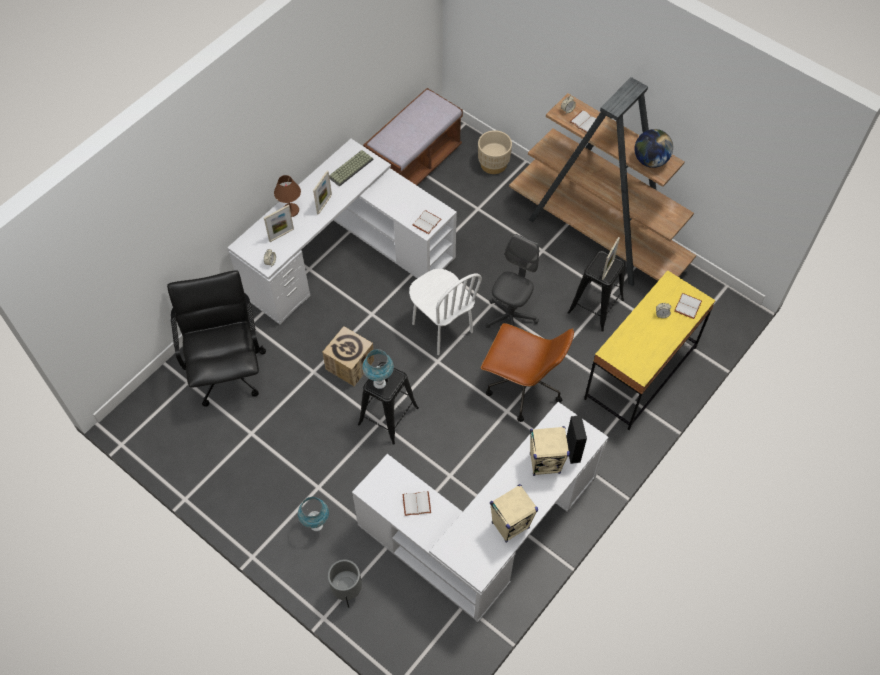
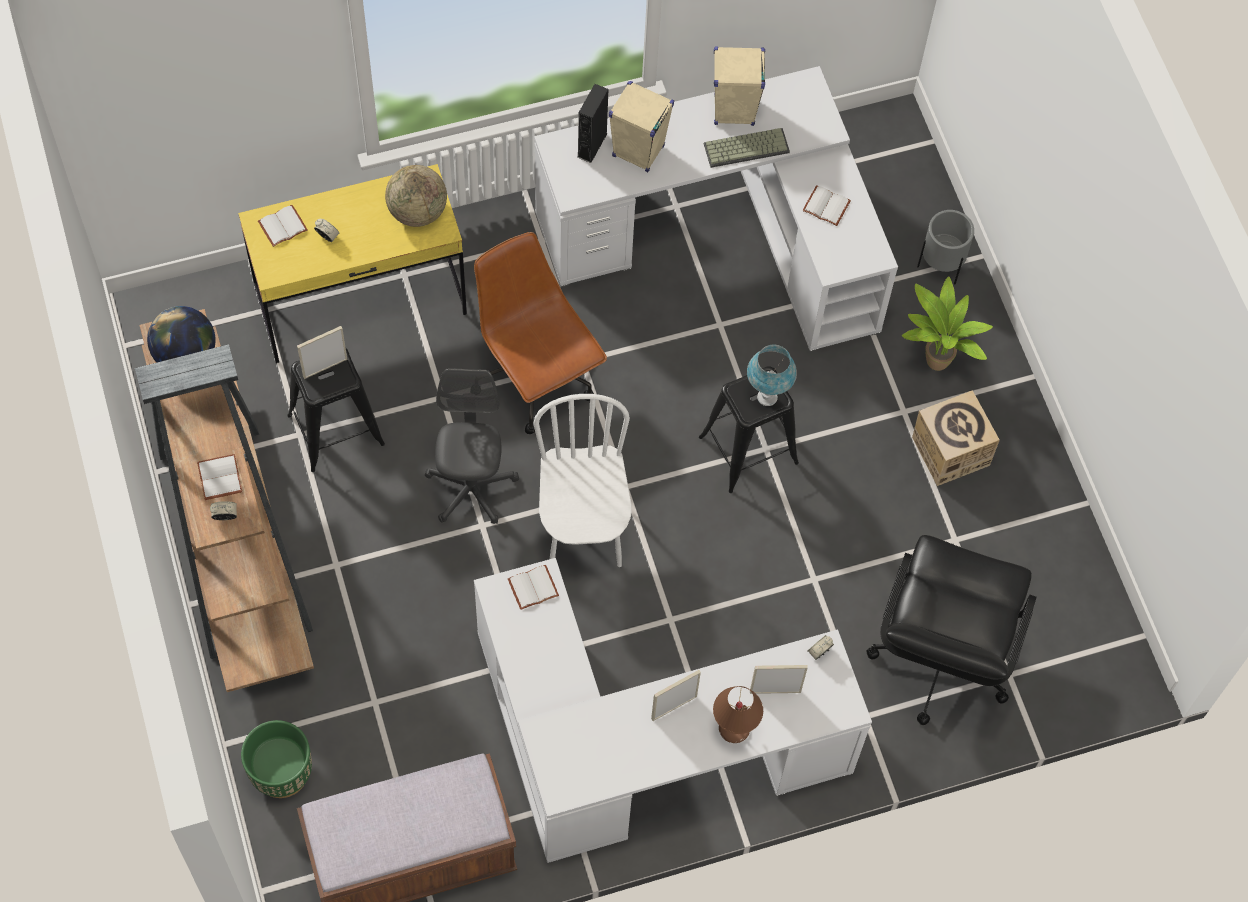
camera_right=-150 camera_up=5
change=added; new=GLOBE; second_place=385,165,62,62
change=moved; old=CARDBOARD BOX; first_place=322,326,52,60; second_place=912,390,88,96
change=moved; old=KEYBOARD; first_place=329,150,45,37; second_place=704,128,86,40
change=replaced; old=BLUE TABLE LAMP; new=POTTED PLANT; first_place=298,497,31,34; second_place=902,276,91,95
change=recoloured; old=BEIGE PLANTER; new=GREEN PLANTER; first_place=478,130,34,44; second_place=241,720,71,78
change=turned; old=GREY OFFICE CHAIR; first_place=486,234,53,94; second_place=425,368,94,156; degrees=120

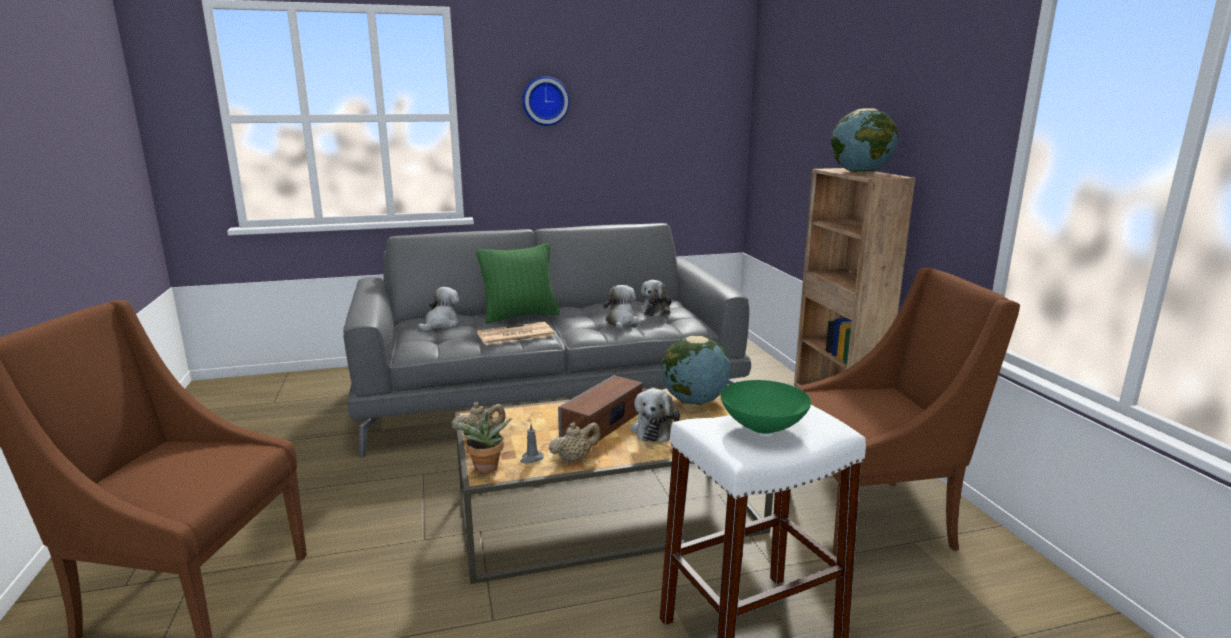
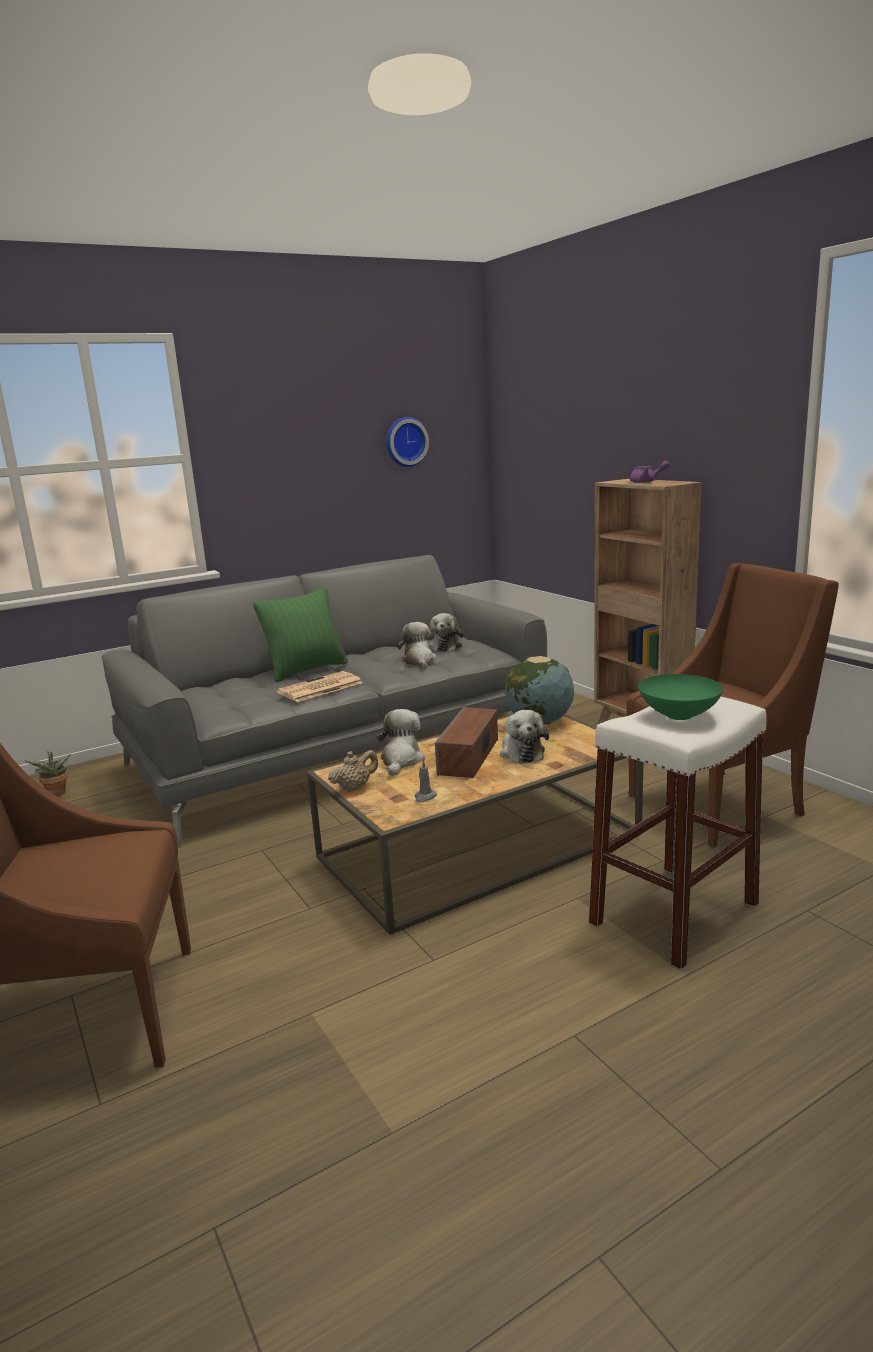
camera_right=-15 camera_up=0
change=removed; old=BEIGE TEAPOT; first_place=549,422,52,41
change=moved; old=PLUSH TOY; first_place=418,287,41,45; second_place=377,709,48,67
change=moved; old=POTTED PLANT; first_place=452,411,59,62; second_place=25,751,46,45
change=moved; old=WALL CLOCK; first_place=522,76,48,50; second_place=386,417,43,50
change=replaced; old=GLOBE; new=PURPLE TEAPOT; first_place=831,108,67,65; second_place=630,461,40,22

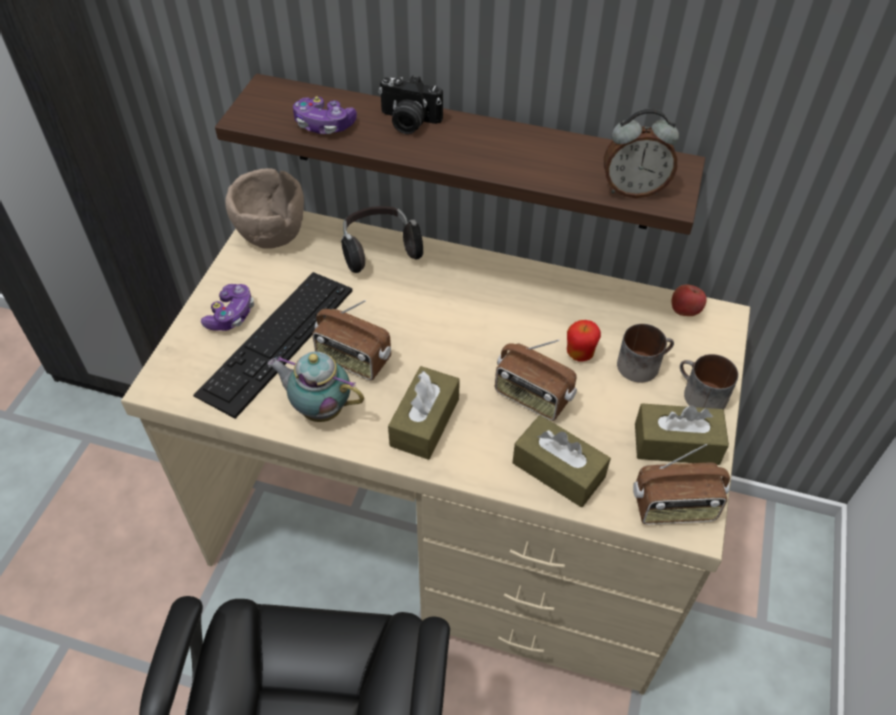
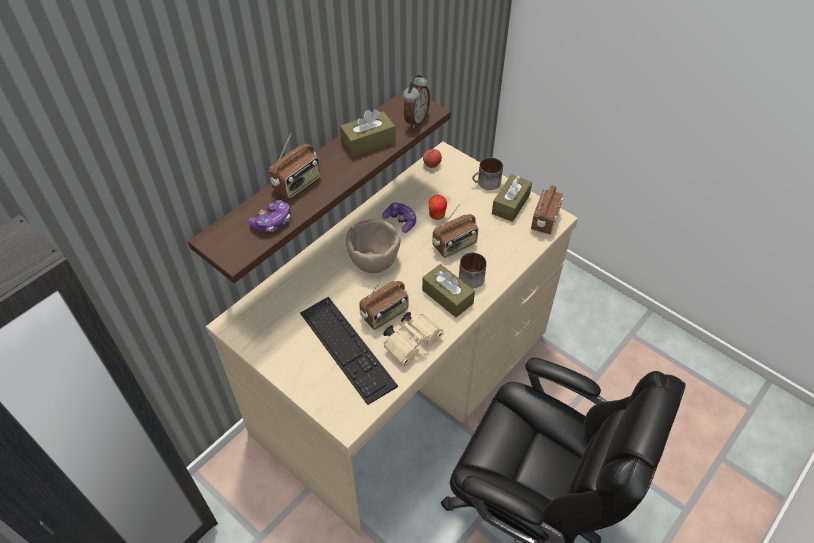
camera_right=-65 camera_up=0
change=removed; old=HEADPHONES; first_place=341,206,82,67
change=moved; old=GAME CONTROLLER; first_place=201,284,53,47; second_place=382,202,34,31
change=moved; old=BROWN BOWL; first_place=225,168,79,81; second_place=346,219,55,54
change=moved; old=BROWN TISSUE BOX; first_place=513,415,98,92; second_place=340,109,56,48
change=moved; old=MUG; first_place=617,324,57,59; second_place=459,252,28,37
change=replaced; old=TEAPOT; new=BEIGE BINOCULARS; first_place=267,351,97,71; second_place=383,312,61,53
change=replaced; old=PHOTO CAMERA; new=RADIO; first_place=378,75,65,59; second_place=269,133,52,65

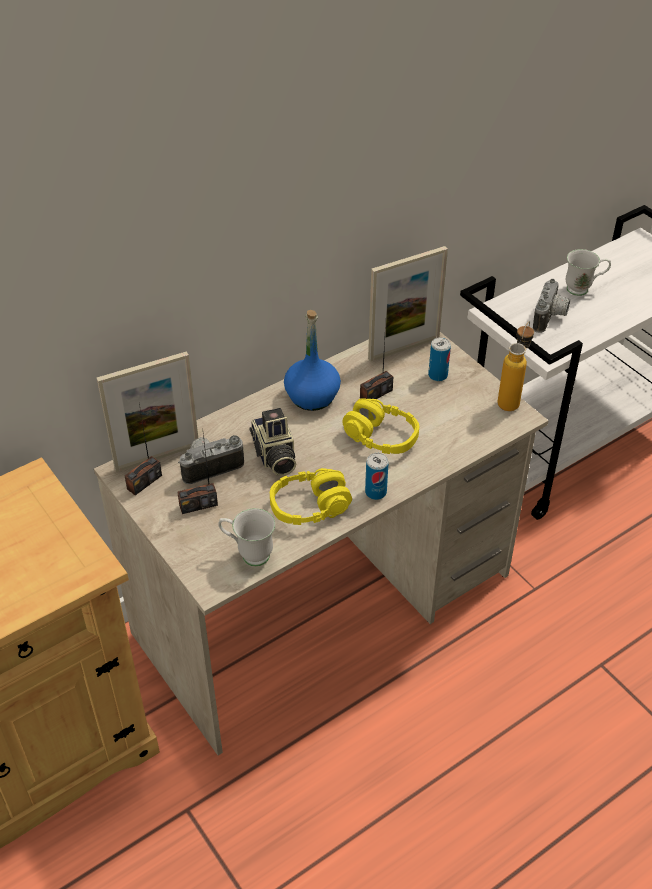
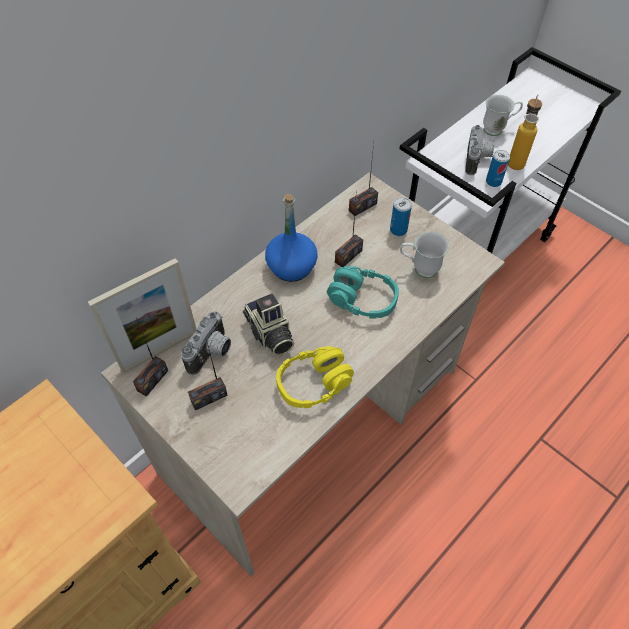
camera_right=-10 camera_up=10
change=moved; old=WHITE MUG; first_place=218,508,57,58; second_place=400,231,50,47
change=moved; old=CAN; first_place=365,453,24,47; second_place=486,150,24,37
change=moved; old=BOTTLE; first_place=498,321,36,90; second_place=508,94,34,76
change=replaced; old=PICTURE FRAME; new=RADIO; first_place=368,246,80,116; second_place=349,143,29,73
change=recoloured; old=YELLOW HEADPHONES; new=TURQUOISE HEADPHONES; first_place=342,398,77,56; second_place=327,266,72,53
change=turned; old=PHOTO CAMERA; first_place=178,435,66,49; second_place=181,312,50,63; degrees=150

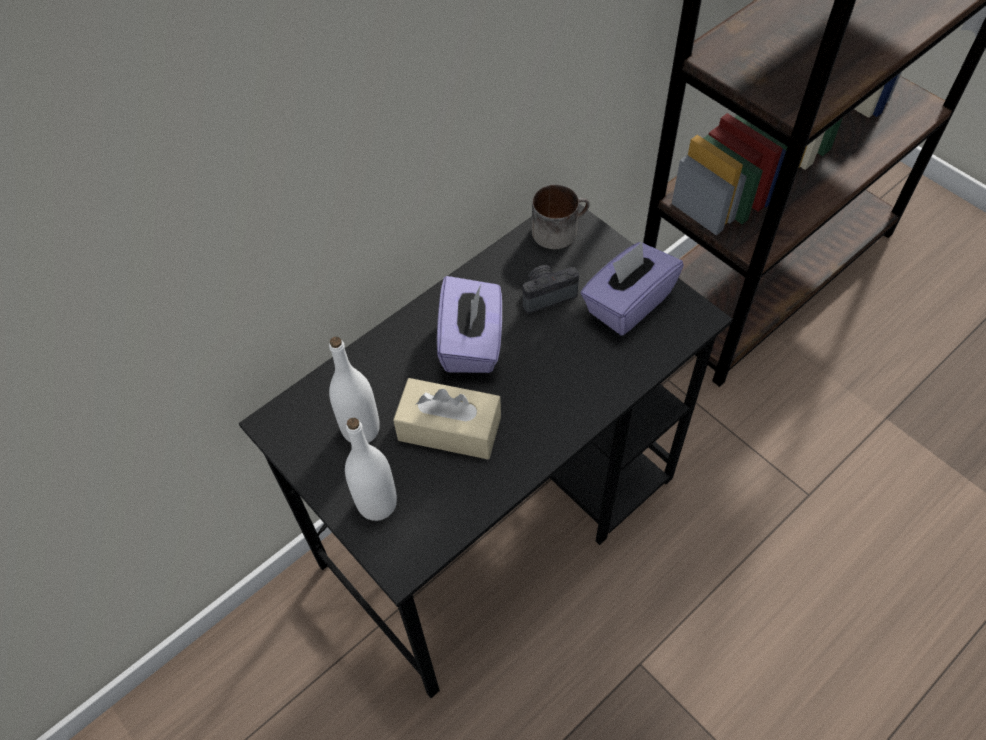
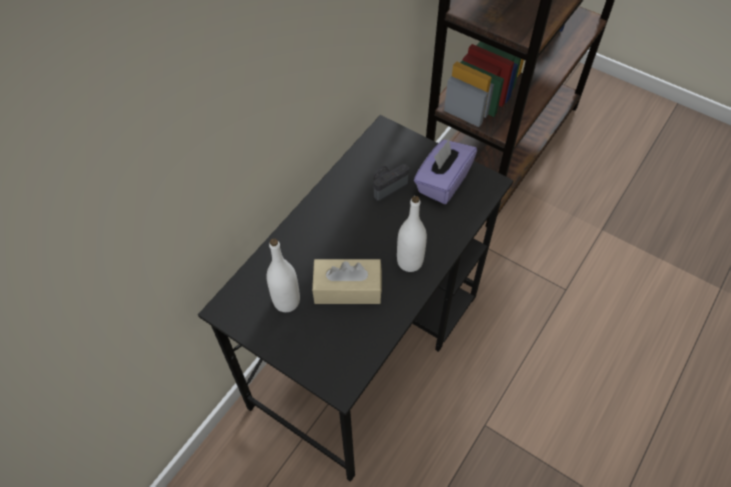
camera_right=-15 camera_up=0
change=removed; old=PURPLE TISSUE BOX; first_place=437,276,65,97
change=removed; old=MUG; first_place=532,185,58,64
change=moved; old=WHITE BOTTLE; first_place=345,417,52,104; second_place=397,196,30,76

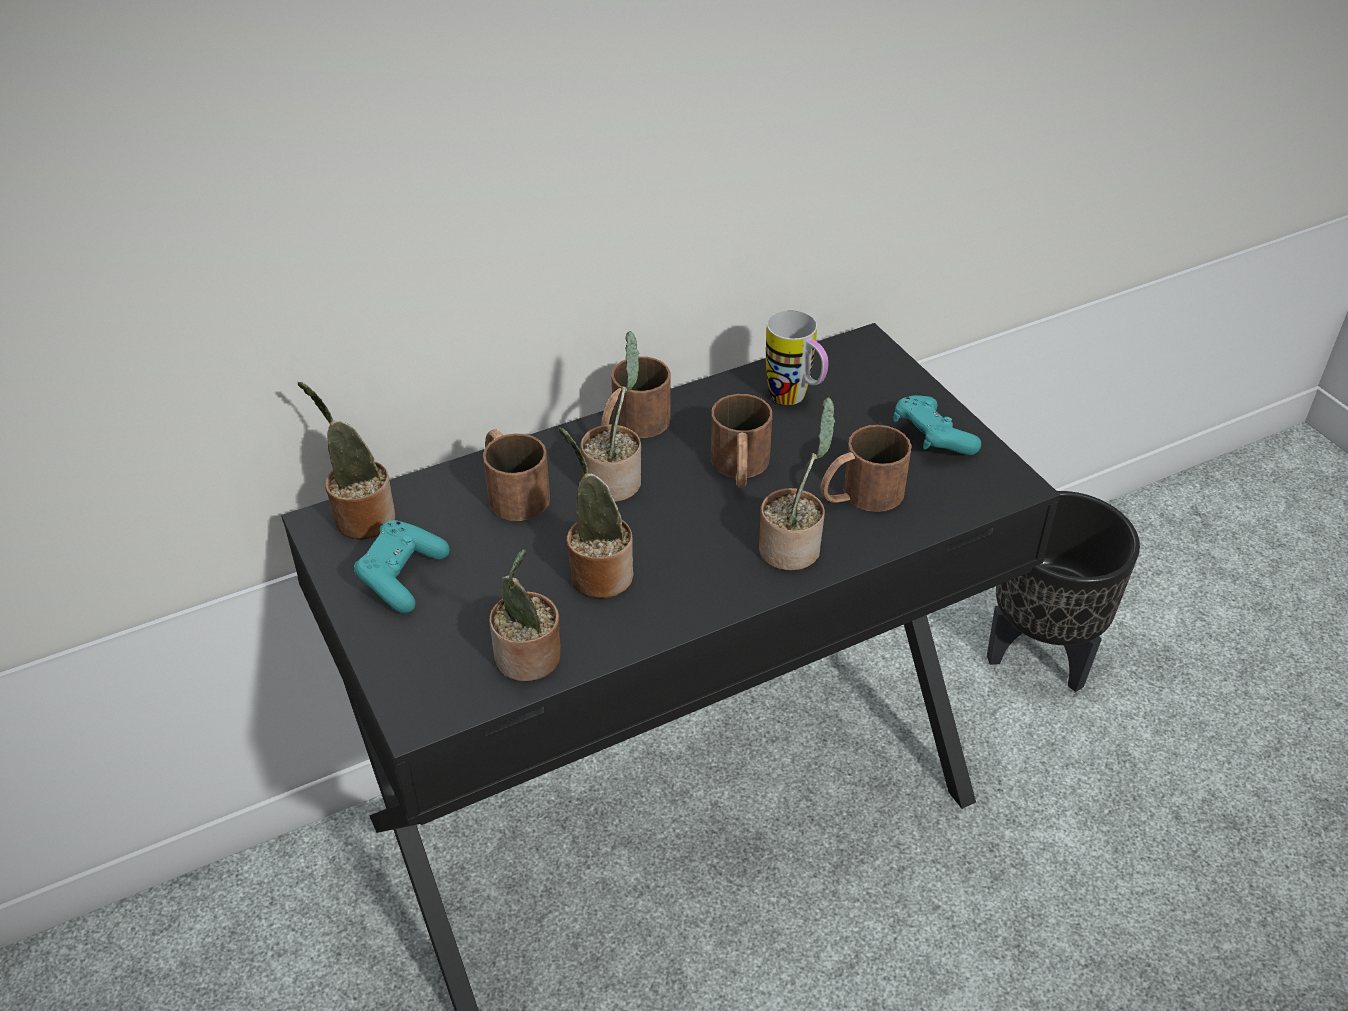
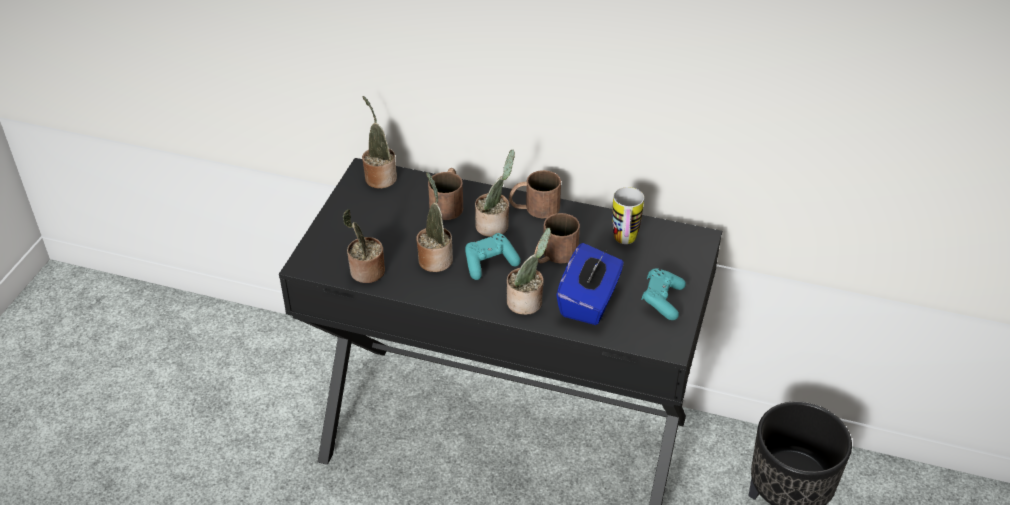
camera_right=45 camera_up=0
change=moved; old=TURQUOISE GAME CONTROLLER; first_place=354,520,96,93; second_place=465,233,55,47
change=replaced; old=BROWN MUG; new=BLUE TISSUE BOX; first_place=820,425,92,87; second_place=556,243,68,82

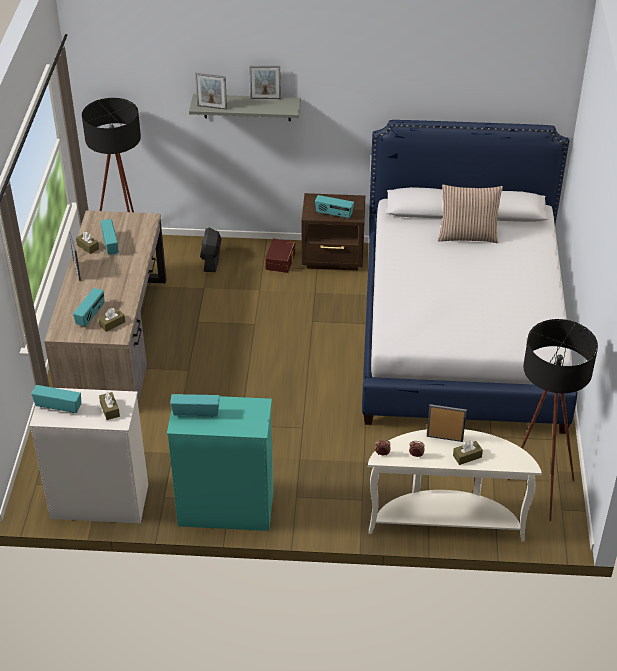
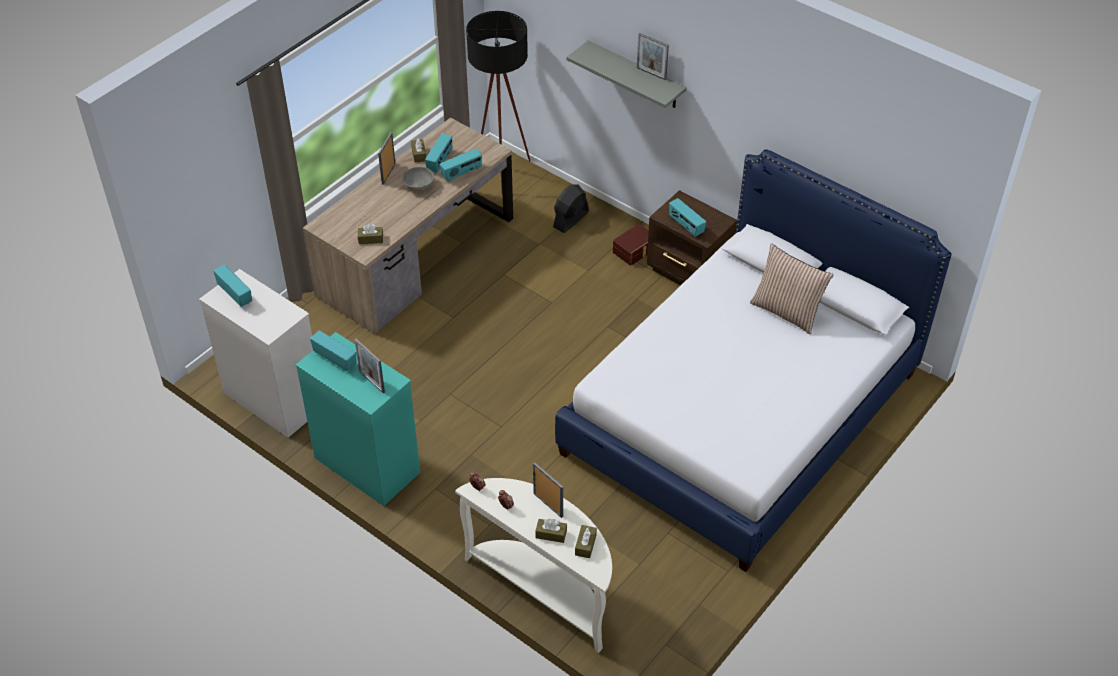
camera_right=35 camera_up=5
change=removed; old=BLACK FLOOR LAMP; first_place=508,319,90,202
change=added; new=GREY BOWL; second_place=403,166,31,25
change=moved; old=RADIO; first_place=73,288,32,39; second_place=439,149,43,32
change=moved; old=BROWN TISSUE BOX; first_place=99,392,21,28; second_place=575,525,22,33
change=moved; old=PICTURE FRAME; first_place=195,73,32,37; second_place=354,339,31,54

